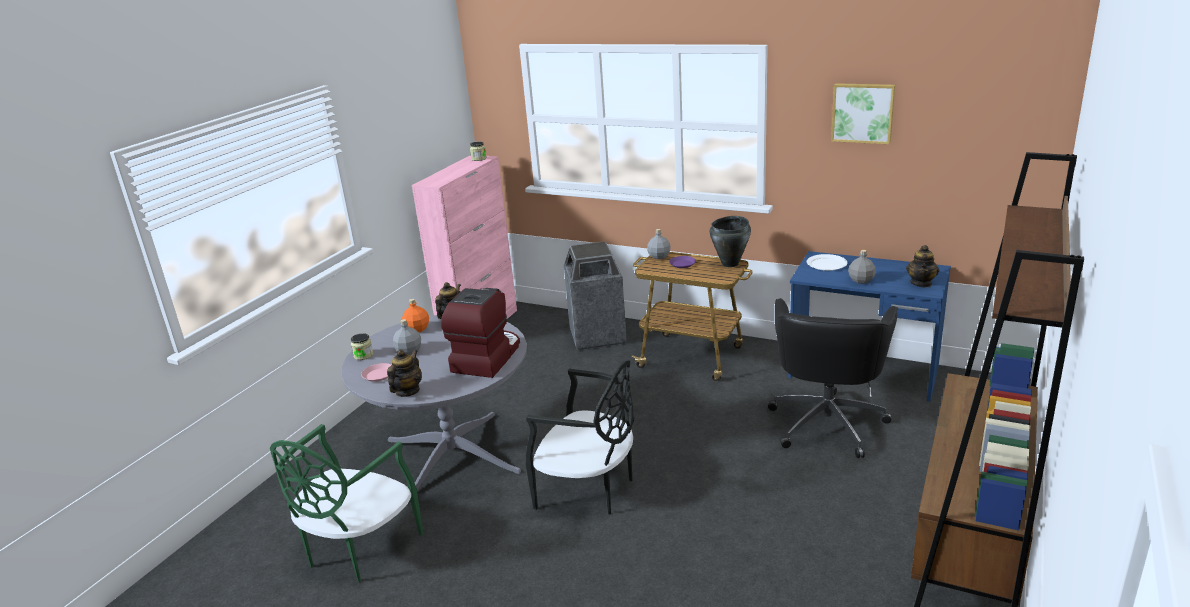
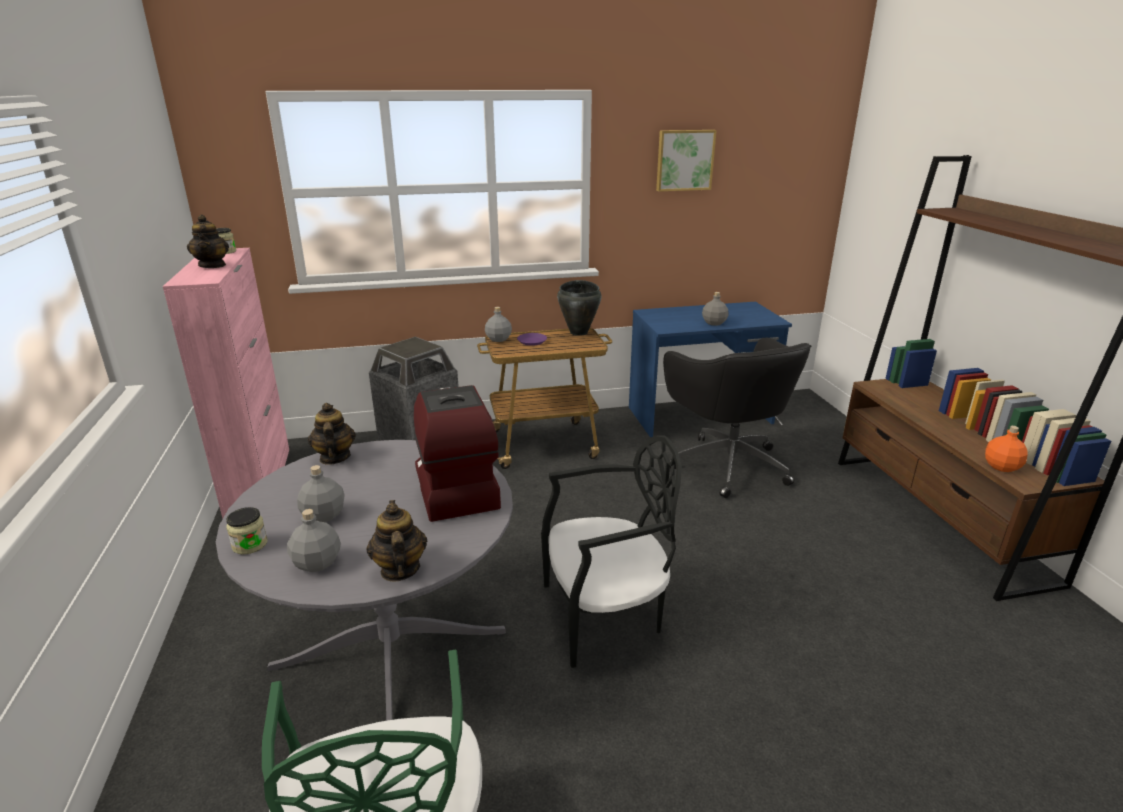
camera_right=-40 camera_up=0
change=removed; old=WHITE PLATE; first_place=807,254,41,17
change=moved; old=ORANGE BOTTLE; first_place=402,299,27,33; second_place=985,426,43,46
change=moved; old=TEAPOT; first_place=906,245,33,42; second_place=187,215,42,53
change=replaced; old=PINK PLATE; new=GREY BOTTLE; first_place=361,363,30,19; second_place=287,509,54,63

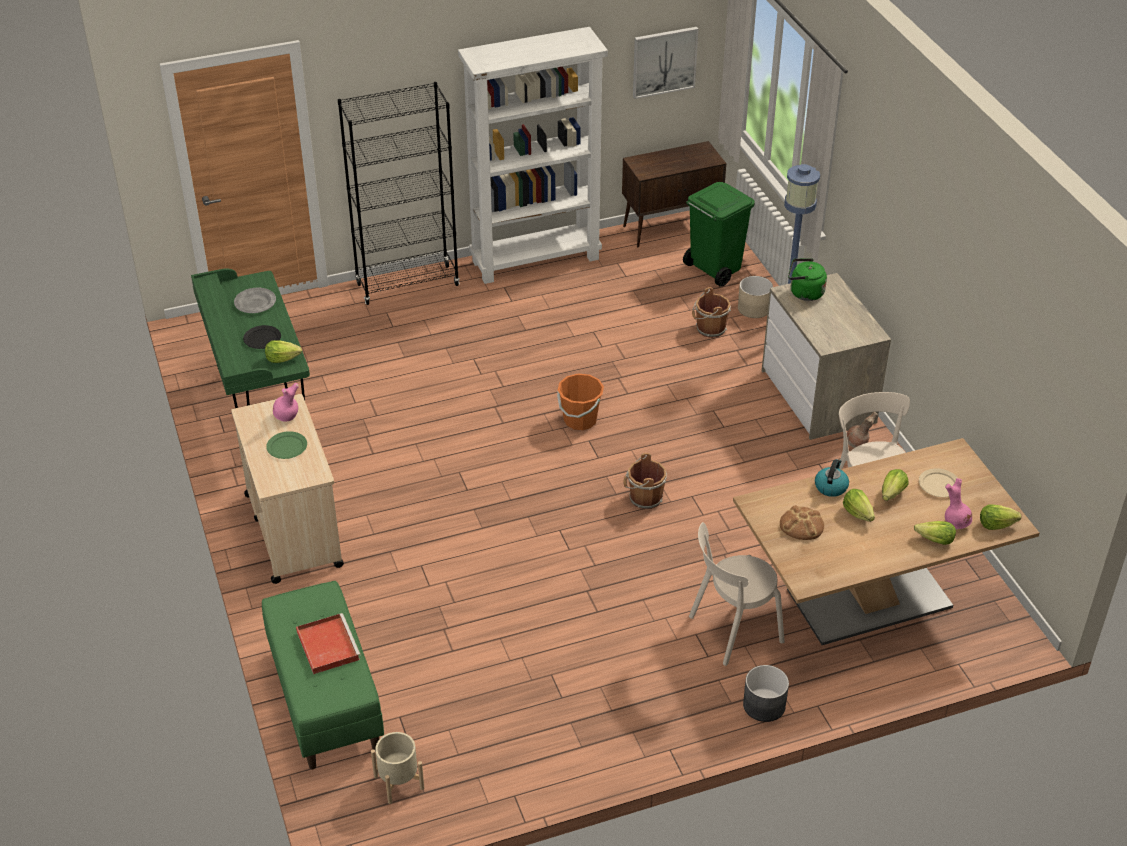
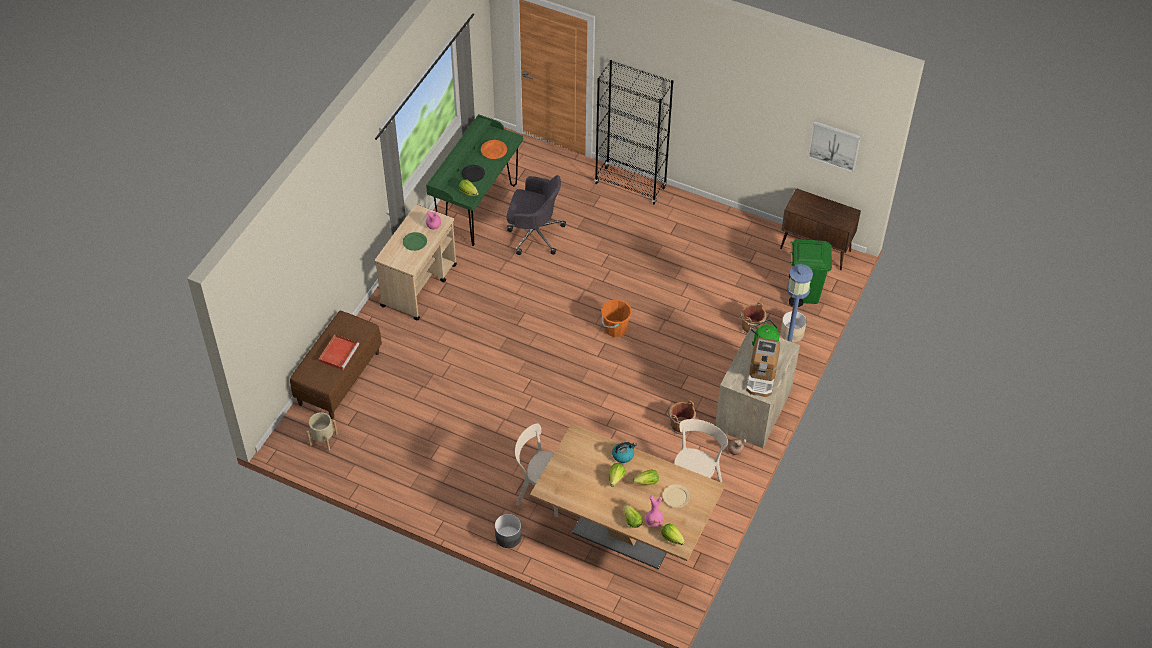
camera_right=45 camera_up=10
change=removed; old=WHITE BOOKCASE; first_place=458,27,150,257
change=removed; old=BREAD; first_place=780,505,44,35
change=added; new=GREY OFFICE CHAIR; second_place=507,175,59,80
change=added; new=COFFEE MACHINE; second_place=746,337,34,60
change=moved; old=BROWN BUCKET; first_place=624,453,43,56; second_place=667,400,29,35
change=recoloured; old=GREY PLATE; new=ORANGE PLATE; first_place=234,288,42,25; second_place=481,140,26,19
change=recoloured; old=GREEN BENCH; new=BROWN BENCH; first_place=262,581,122,189; second_place=290,311,92,108

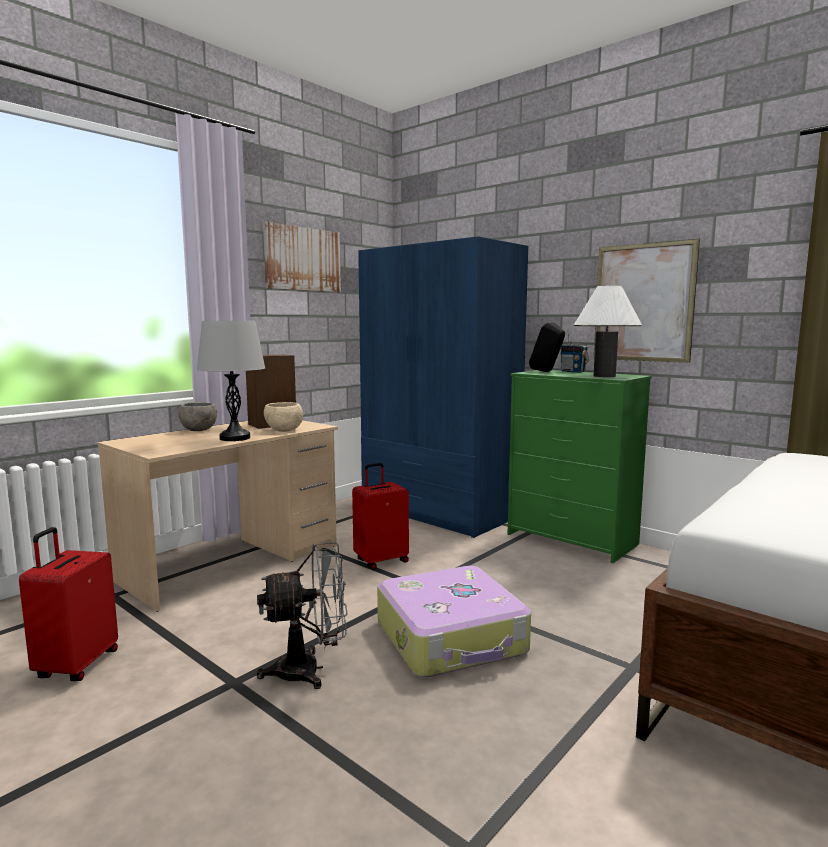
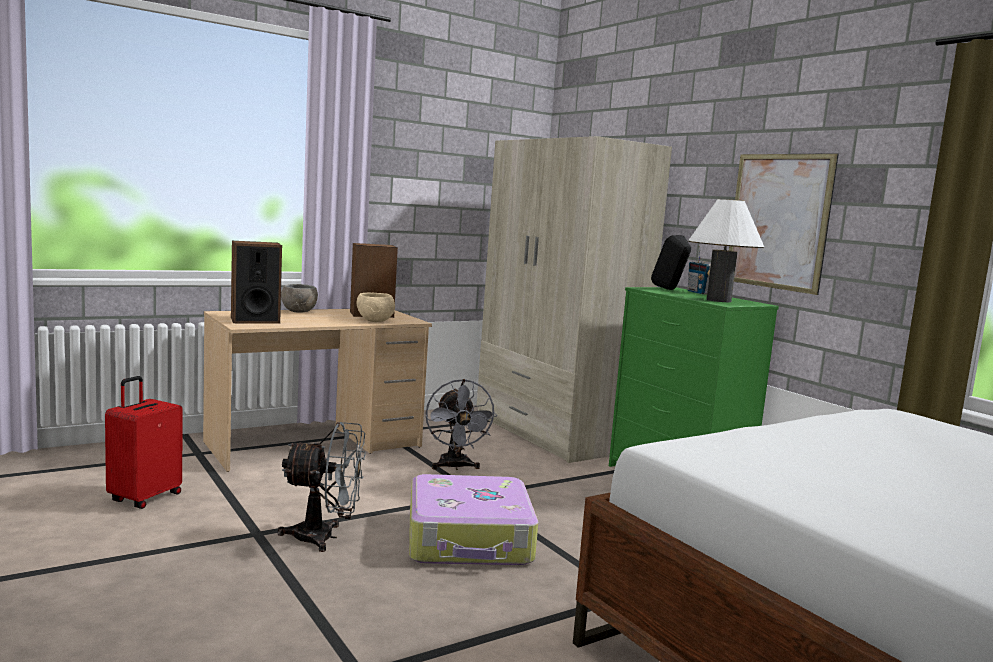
camera_right=15 camera_up=0
change=removed; old=GREY TABLE LAMP; first_place=197,321,68,120
change=removed; old=PICTURE; first_place=263,222,78,70
change=added; new=SPEAKER; second_place=231,241,51,83
change=replaced; old=RED SUITCASE; new=GREY FAN; first_place=352,463,57,107; second_place=426,379,71,91
change=recoloured; old=BLUE WARDROBE; new=BEIGE WARDROBE; first_place=358,236,170,302; second_place=477,136,195,327

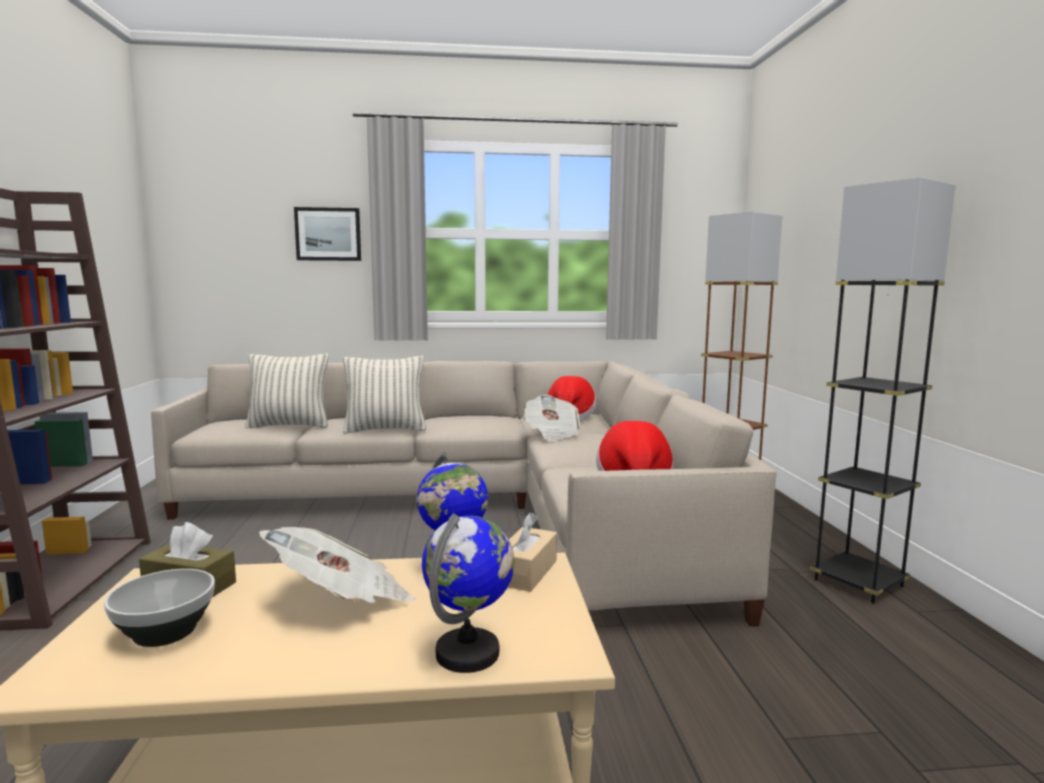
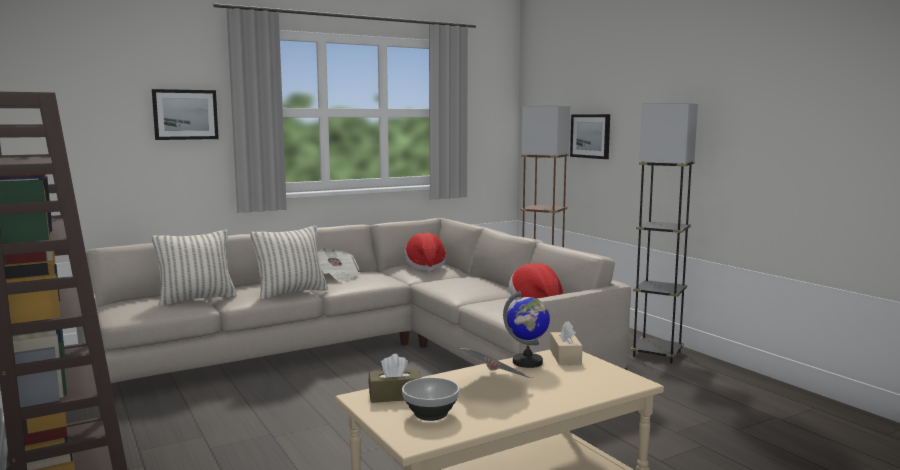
camera_right=-25 camera_up=0
change=removed; old=GLOBE; first_place=422,513,92,160
change=added; new=PICTURE; second_place=570,114,40,45
change=moved; old=NEWSPAPER; first_place=524,395,56,46; second_place=318,249,42,33

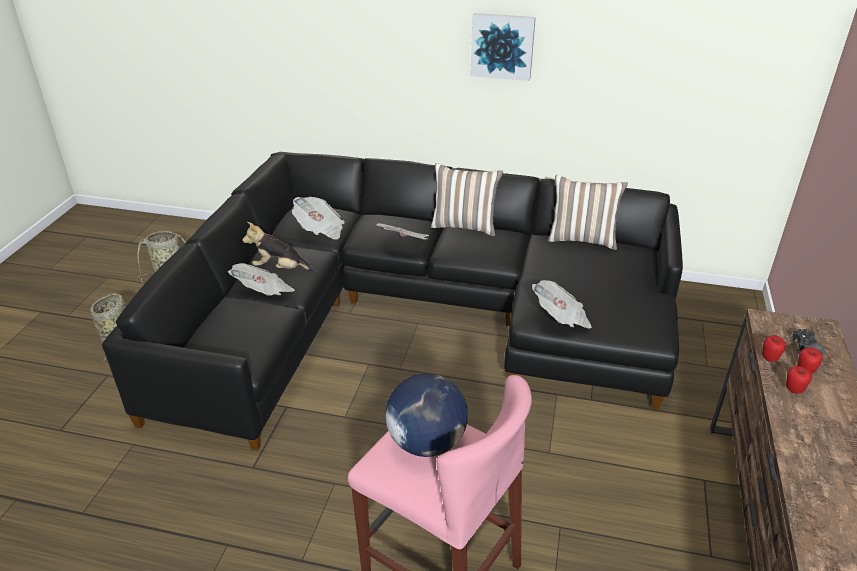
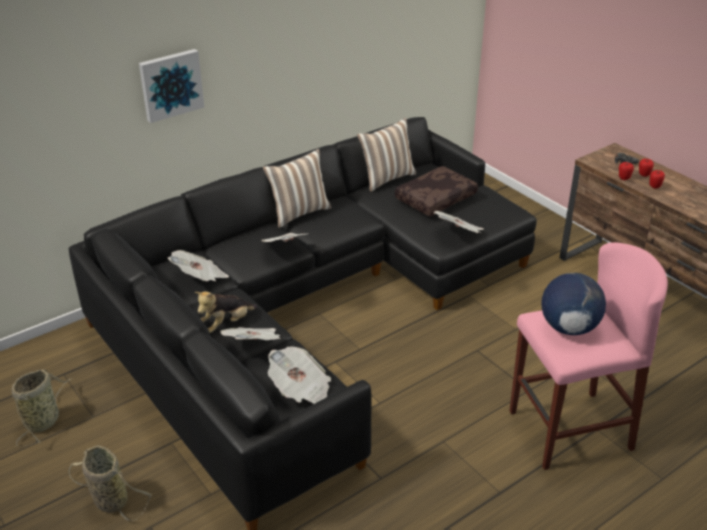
camera_right=-50 camera_up=0
change=added; new=NEWSPAPER; second_place=268,346,63,58
change=added; new=BROWN PILLOW; second_place=395,166,83,50
change=moved; old=PICTURE; first_place=470,13,66,68; second_place=139,49,65,74

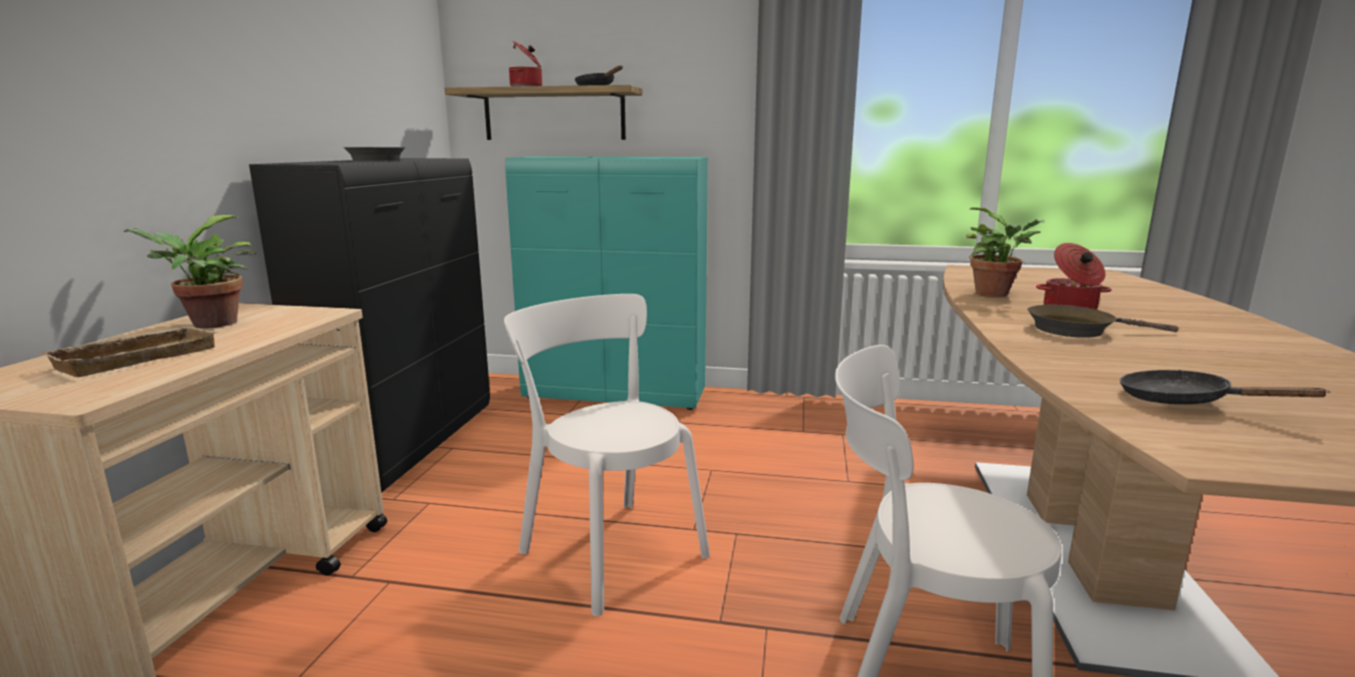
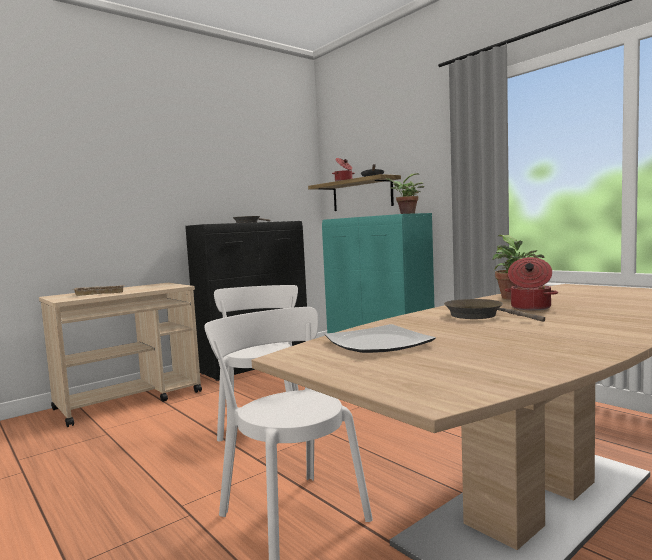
camera_right=40 camera_up=-10
change=moved; old=POTTED PLANT; first_place=123,215,133,113; second_place=384,173,40,41
change=replaced; old=BLACK FRYING PAN; new=PLATE; first_place=1120,370,210,34; second_place=325,324,111,29

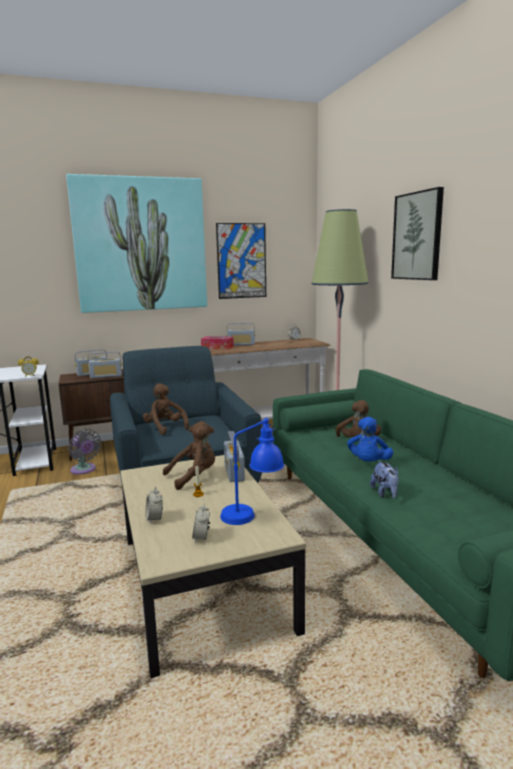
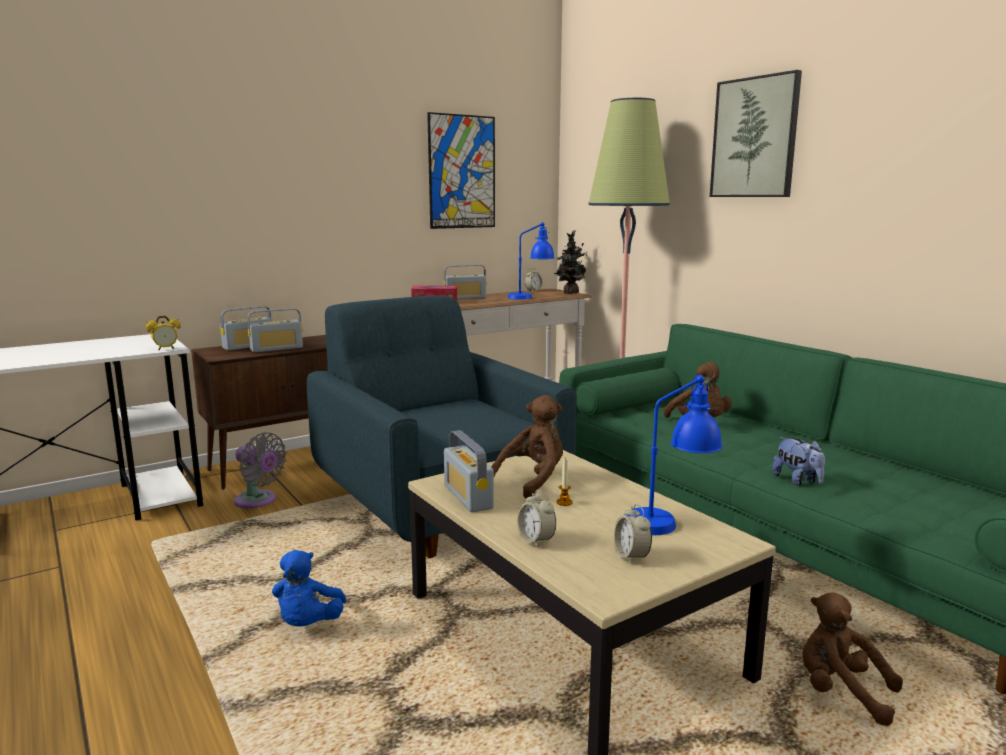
camera_right=-15 camera_up=0
change=removed; old=PICTURE; first_place=66,174,141,139
change=added; new=BLUE TABLE LAMP; second_place=508,222,46,78
change=added; new=POTTED PLANT; second_place=554,231,32,63
change=moved; old=BROWN PLUSH TOY; first_place=143,383,46,52; second_place=802,592,101,134
change=moved; old=RADIO; first_place=224,431,21,51; second_place=444,430,50,82
change=moved; old=BLUE PLUSH TOY; first_place=347,417,46,45; second_place=272,550,75,77

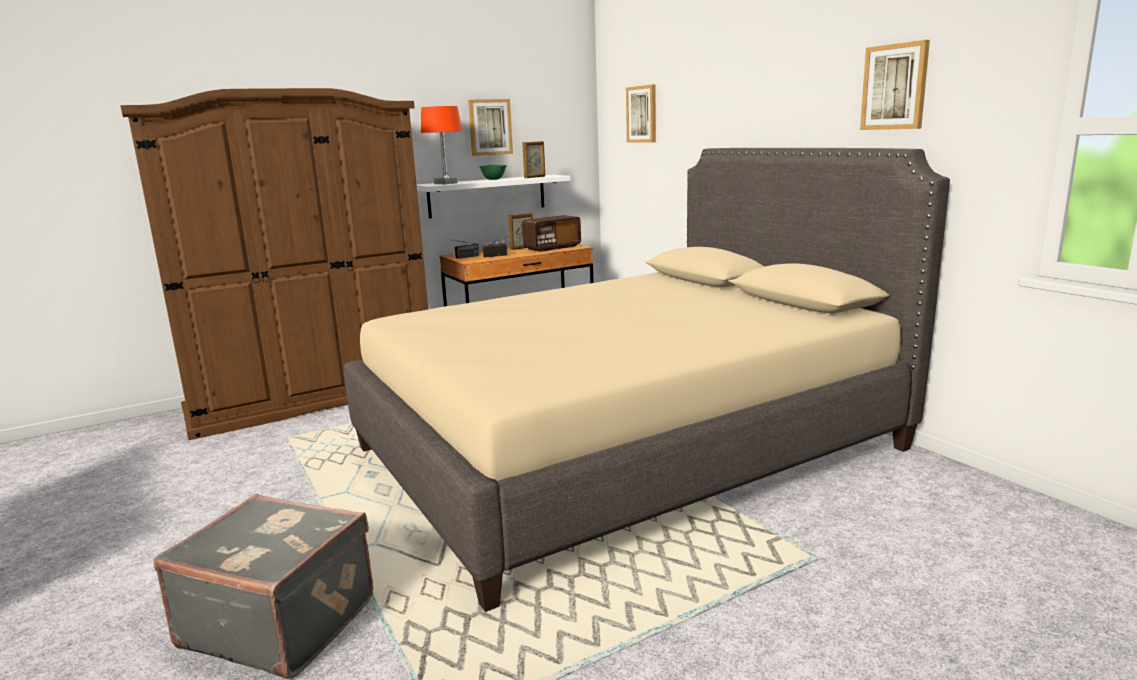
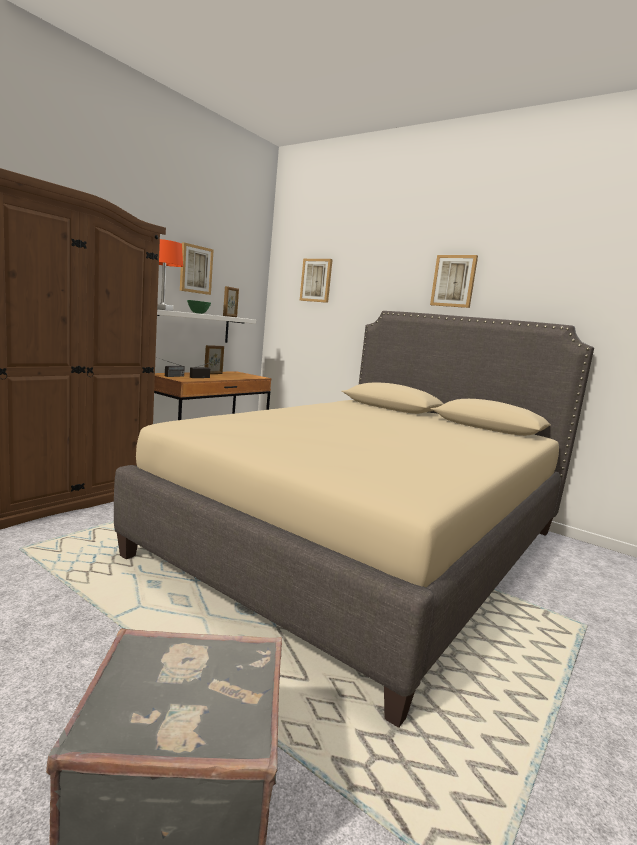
camera_right=-25 camera_up=-5
change=removed; old=RADIO; first_place=522,215,59,37
change=moved; old=PICTURE; first_place=860,40,70,90; second_place=430,255,48,53

